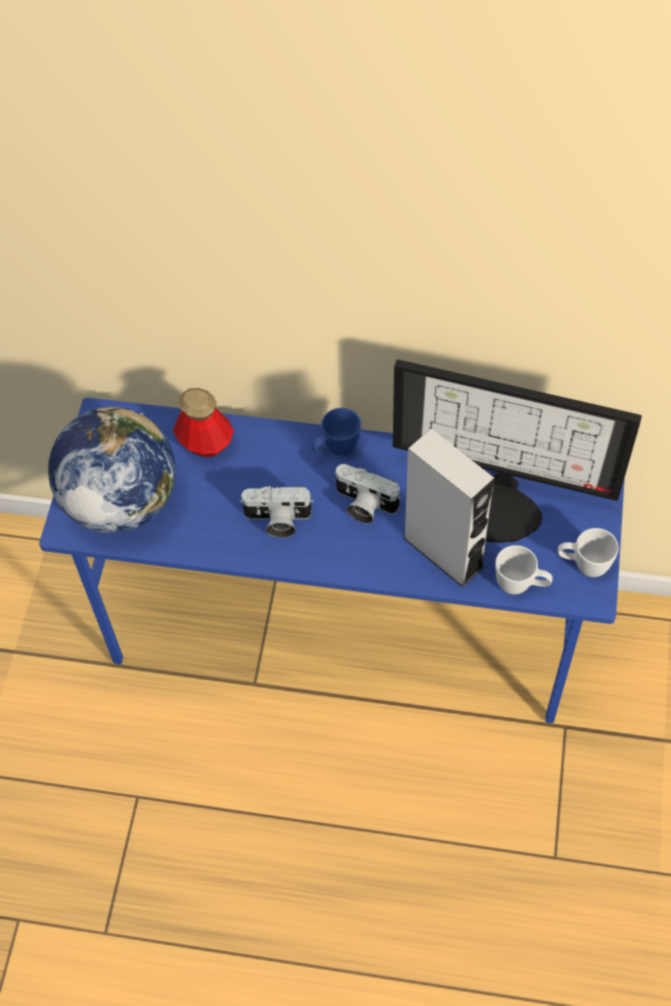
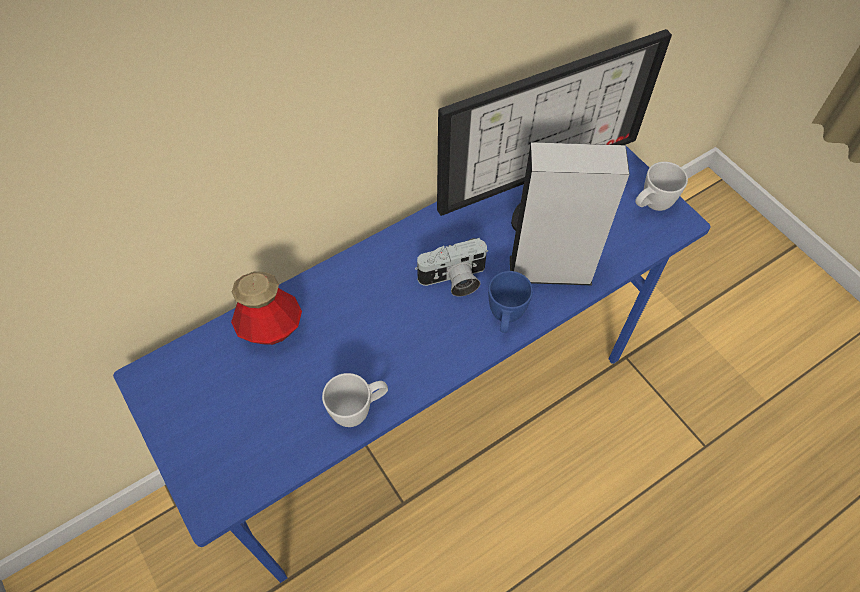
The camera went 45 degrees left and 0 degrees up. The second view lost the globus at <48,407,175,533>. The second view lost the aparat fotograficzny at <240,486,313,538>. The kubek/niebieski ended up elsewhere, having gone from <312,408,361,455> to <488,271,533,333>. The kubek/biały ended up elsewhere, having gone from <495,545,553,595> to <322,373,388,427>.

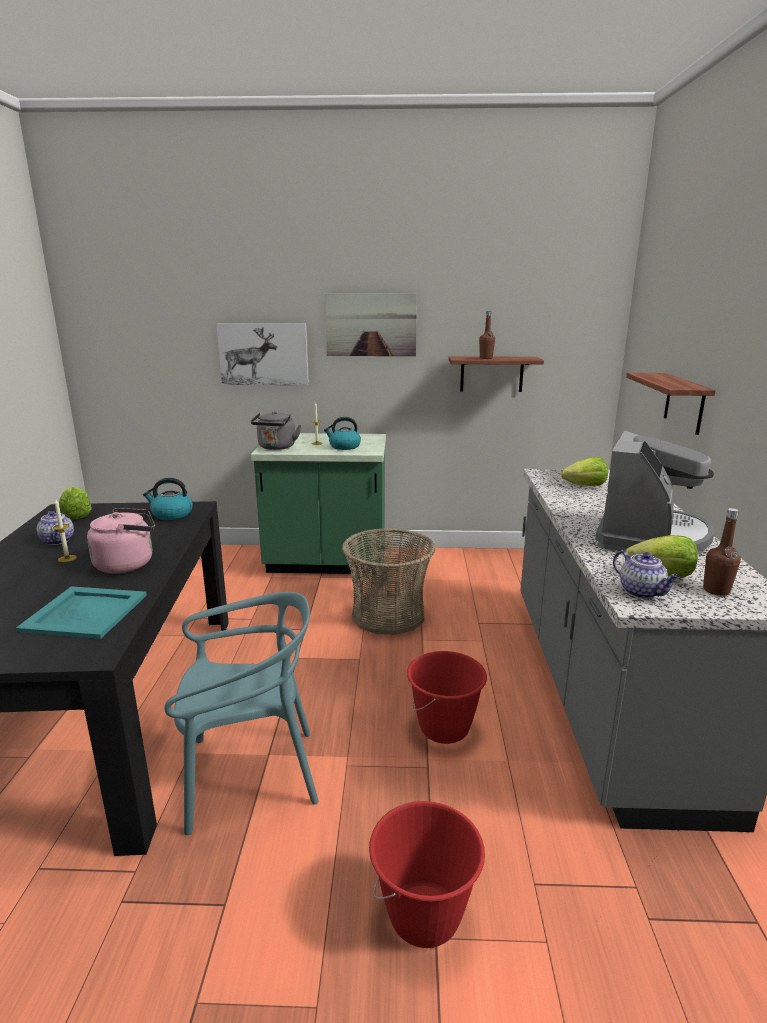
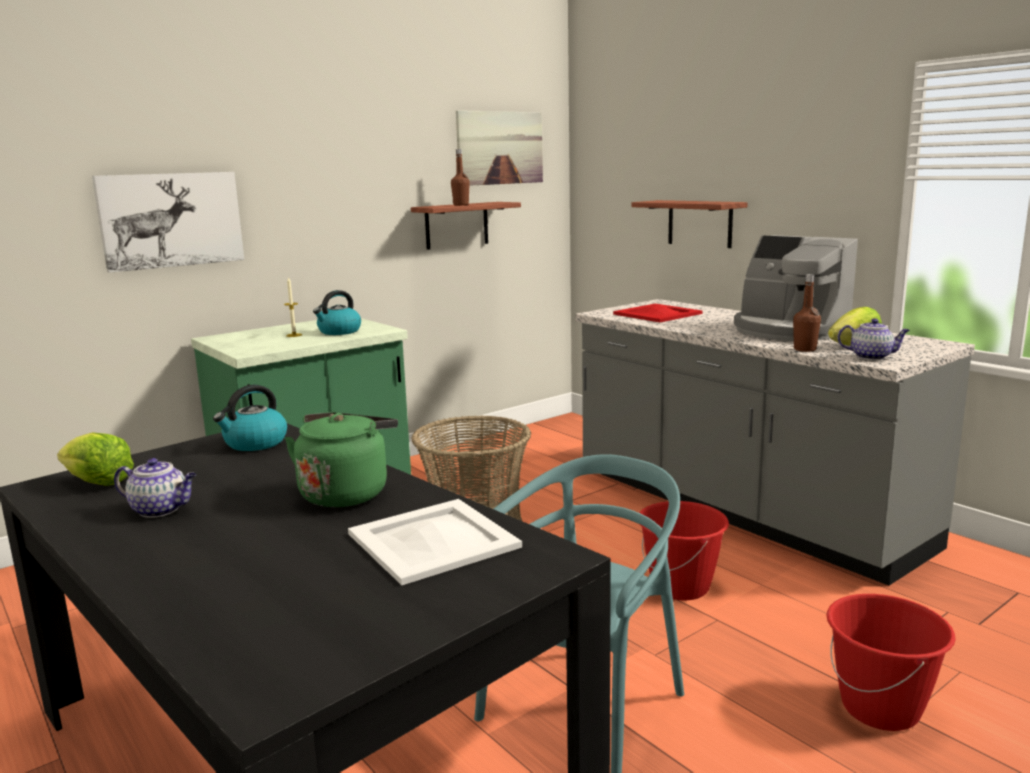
The camera went 40 degrees left and 5 degrees down. The second view lost the świeca at <53,500,77,562>. The second view lost the czajnik/szary at <251,411,301,450>. The obraz ended up elsewhere, having gone from <325,293,417,356> to <456,111,543,186>. The butelka/brązowy ended up elsewhere, having gone from <703,508,741,596> to <793,274,821,352>. Where the sałata stood at <561,457,608,486>, the taca/czerwony came to stand at <613,304,703,322>. What was the taca/turkusowy at <16,586,147,639> turned into the taca/biały at <348,499,522,585>. What was the czajnik/różowy at <87,508,155,574> turned into the czajnik/zielony at <285,412,398,507>. The ekspres do kawy at <595,430,714,554> ended up facing another way, 150 degrees clockwise from before.

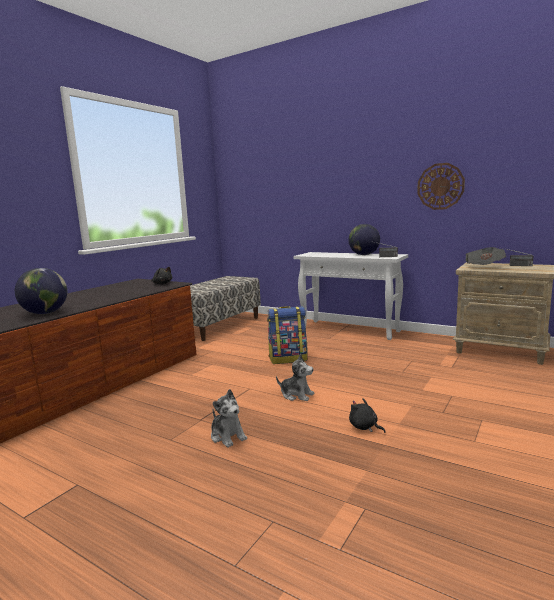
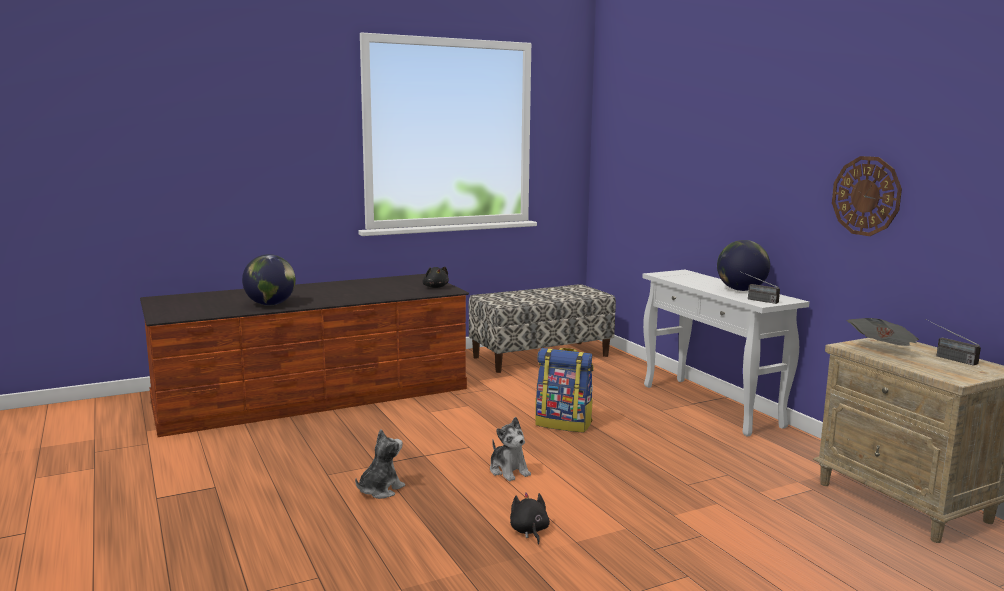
The camera went 30 degrees right and 0 degrees up. The pluszak at <211,389,247,448> ended up facing another way, 135 degrees counterclockwise from before.

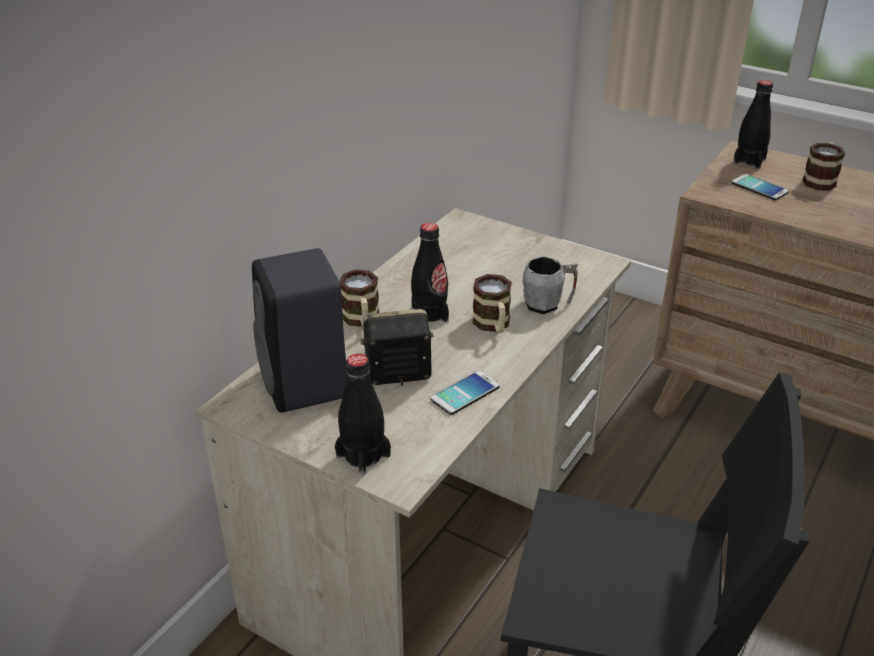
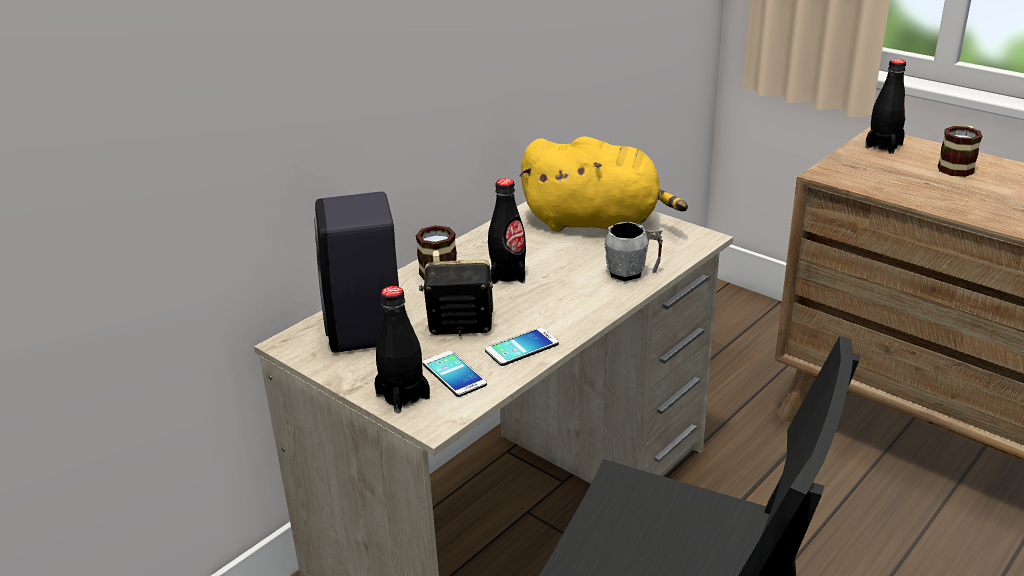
The camera went 10 degrees right and 5 degrees down. The second view lost the kubek at <472,274,512,333>. The second view gained the pluszak/żółty at <519,136,688,232>. The telefon ended up elsewhere, having gone from <731,174,789,200> to <423,350,487,397>.

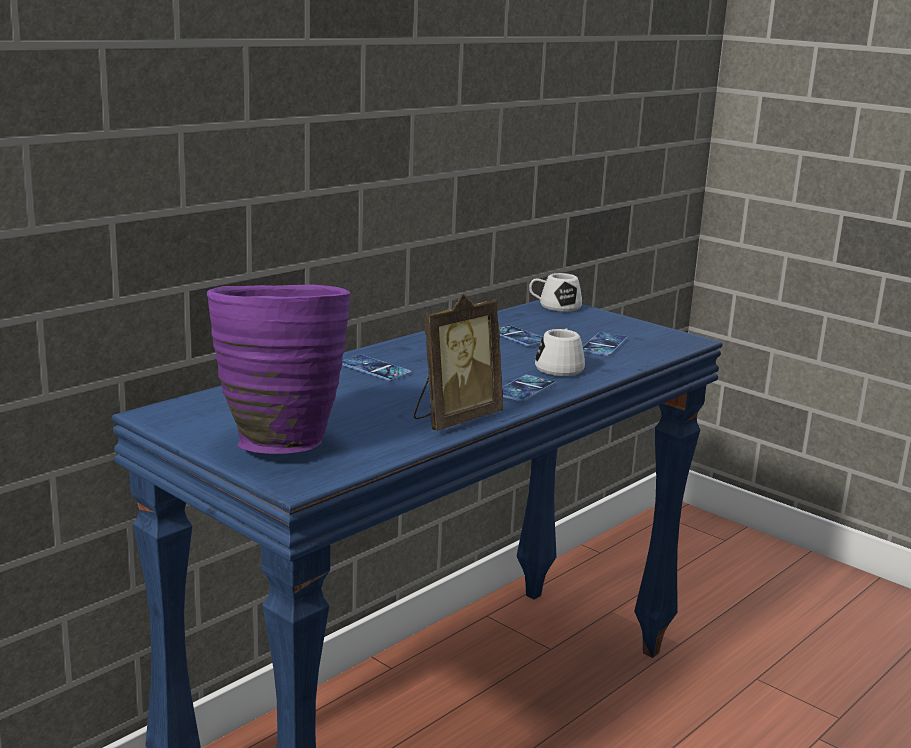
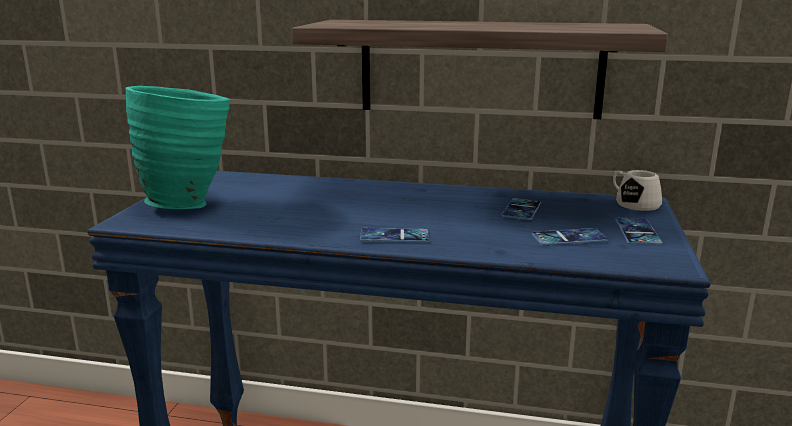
The camera went 60 degrees right and 0 degrees up. The second view lost the ramka na zdjęcie at <414,294,503,431>. The second view lost the kubek/biały at <535,328,585,376>. The second view gained the półka at <292,20,668,119>. The telefon ended up elsewhere, having gone from <342,355,412,381> to <615,218,663,245>. What was the wazon/fioletowy at <207,284,351,454> turned into the wazon/turkusowy at <126,86,230,209>.

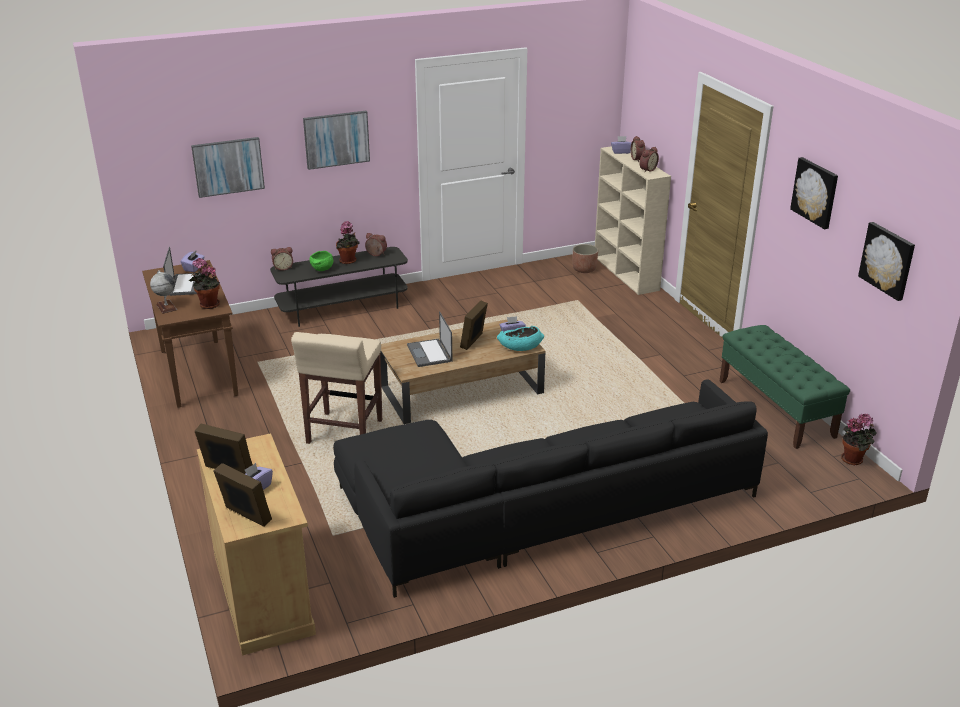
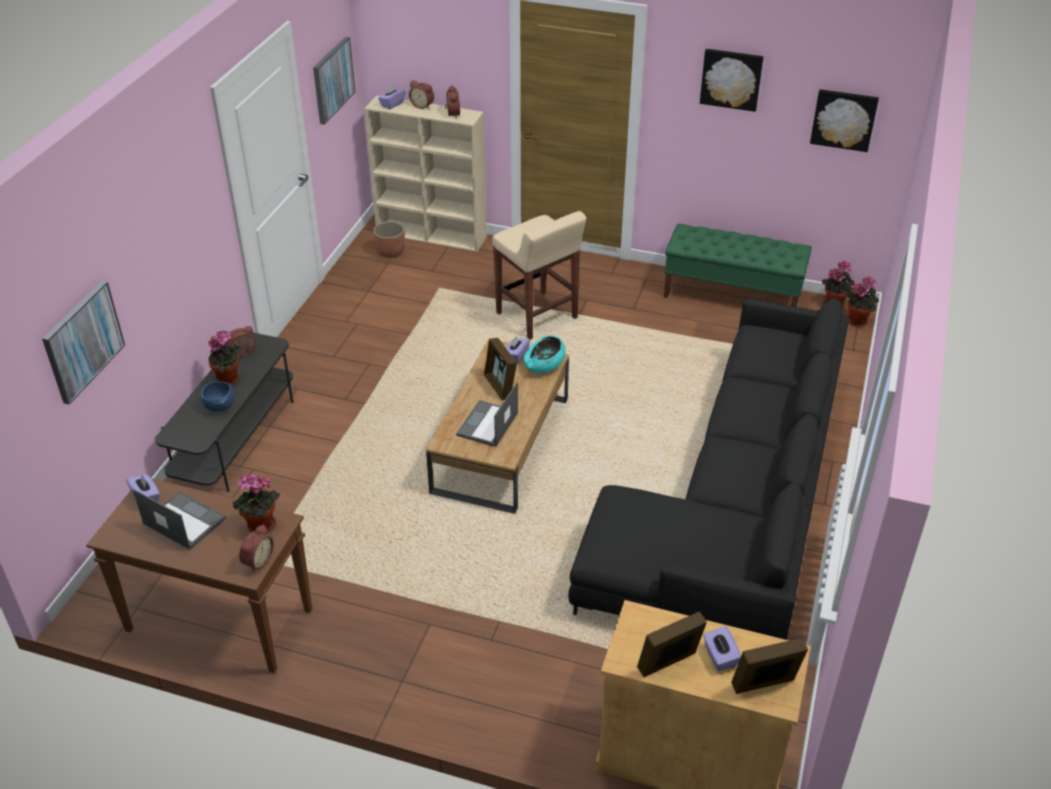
The camera went 50 degrees left and 10 degrees up. The second view lost the globus at <150,270,177,314>. The second view gained the roślina doniczkowa at <845,277,879,327>. The budzik ended up elsewhere, having gone from <271,247,293,271> to <239,524,274,572>. The stołek/beżowy ended up elsewhere, having gone from <291,332,382,444> to <492,211,586,340>. The obraz ended up elsewhere, having gone from <303,111,370,170> to <313,37,355,125>. What was the miska/zielony at <309,251,333,271> turned into the miska/niebieski at <201,381,234,412>. The laptop at <407,311,452,367> ended up facing another way, 90 degrees clockwise from before.

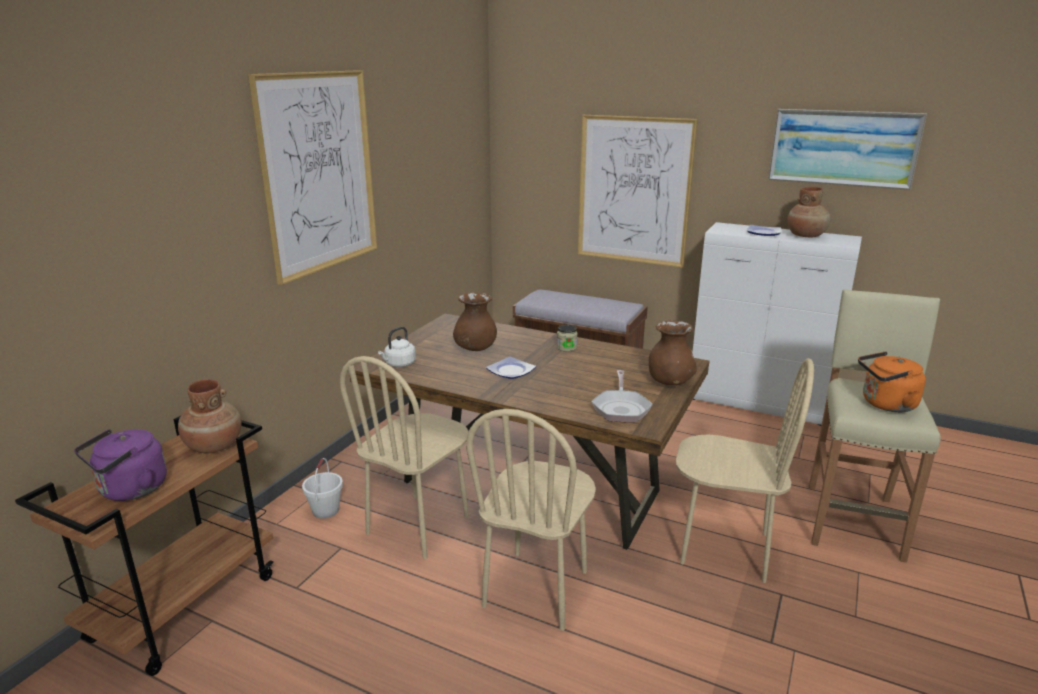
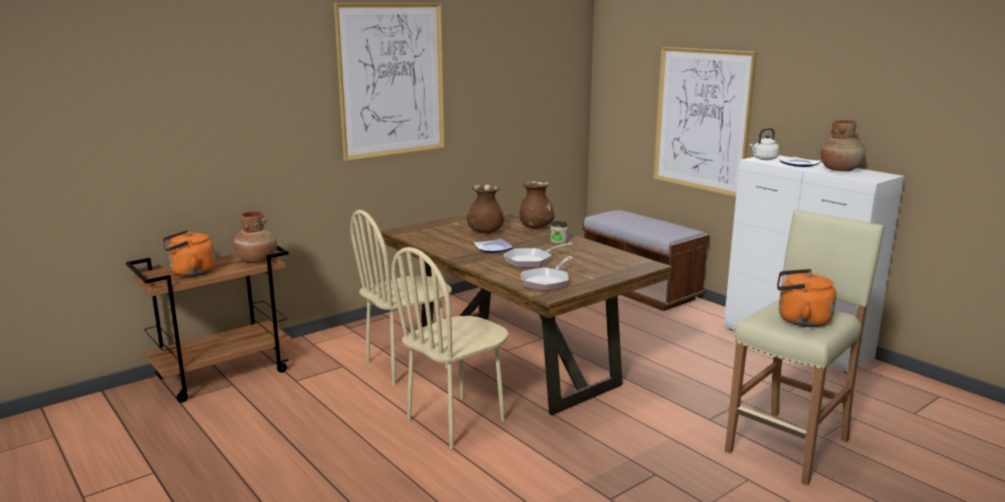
The camera went 25 degrees right and 5 degrees down. The second view lost the wiadro/biały at <302,458,343,519>. The second view lost the krzesło/beżowy at <676,358,814,583>. The second view lost the obraz at <768,109,927,190>. The second view gained the patelnia at <504,243,573,268>. The czajnik/biały ended up elsewhere, having gone from <378,327,416,367> to <750,128,779,160>. The wazon/brązowy ended up elsewhere, having gone from <649,320,697,385> to <519,181,554,229>. What was the czajnik/fioletowy at <74,429,167,501> turned into the czajnik/pomarańczowy at <163,230,216,277>.

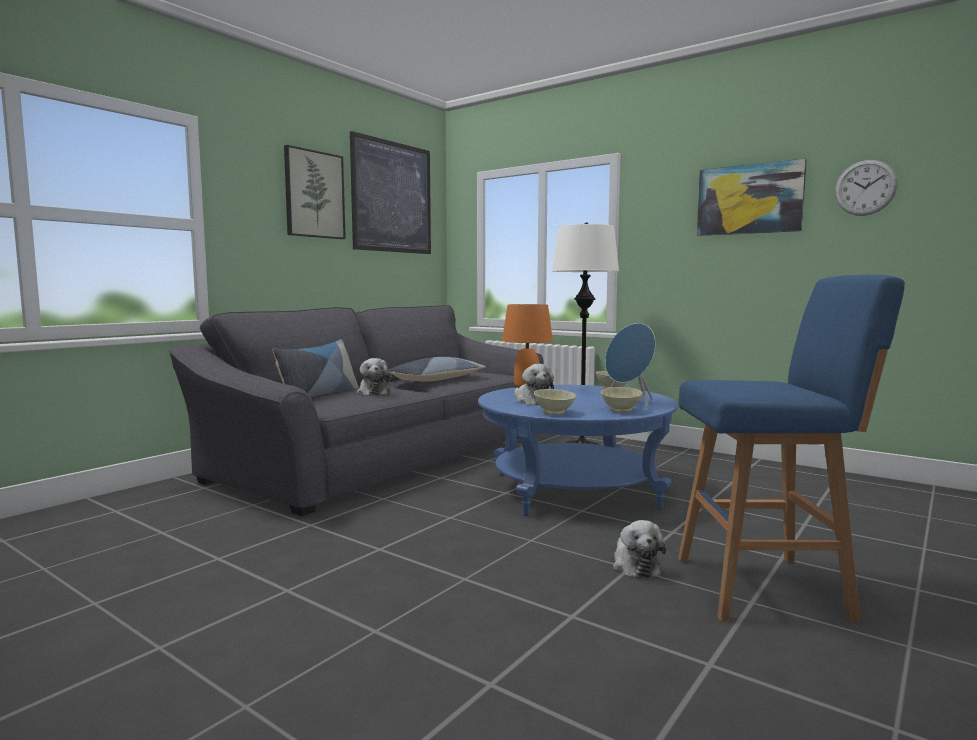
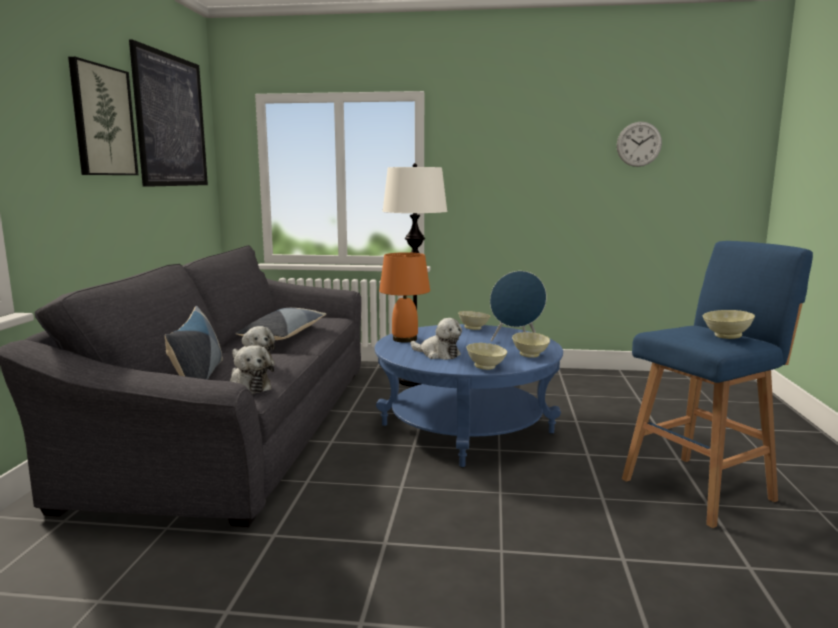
The camera went 30 degrees left and 5 degrees up. The second view lost the obraz at <697,158,807,236>. The second view gained the miska/beżowy at <703,310,755,339>. The pluszak ended up elsewhere, having gone from <613,520,666,578> to <230,345,274,394>.

